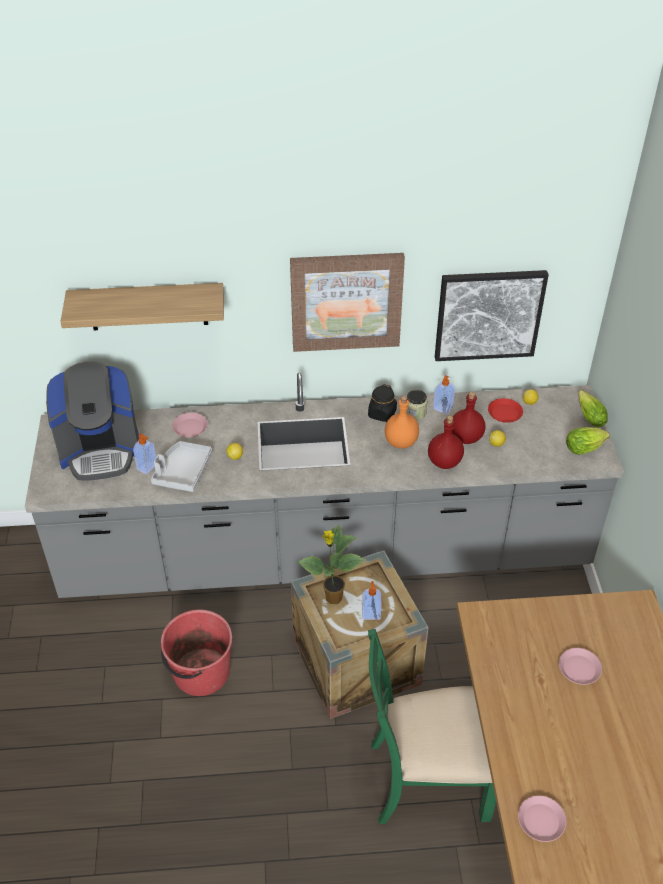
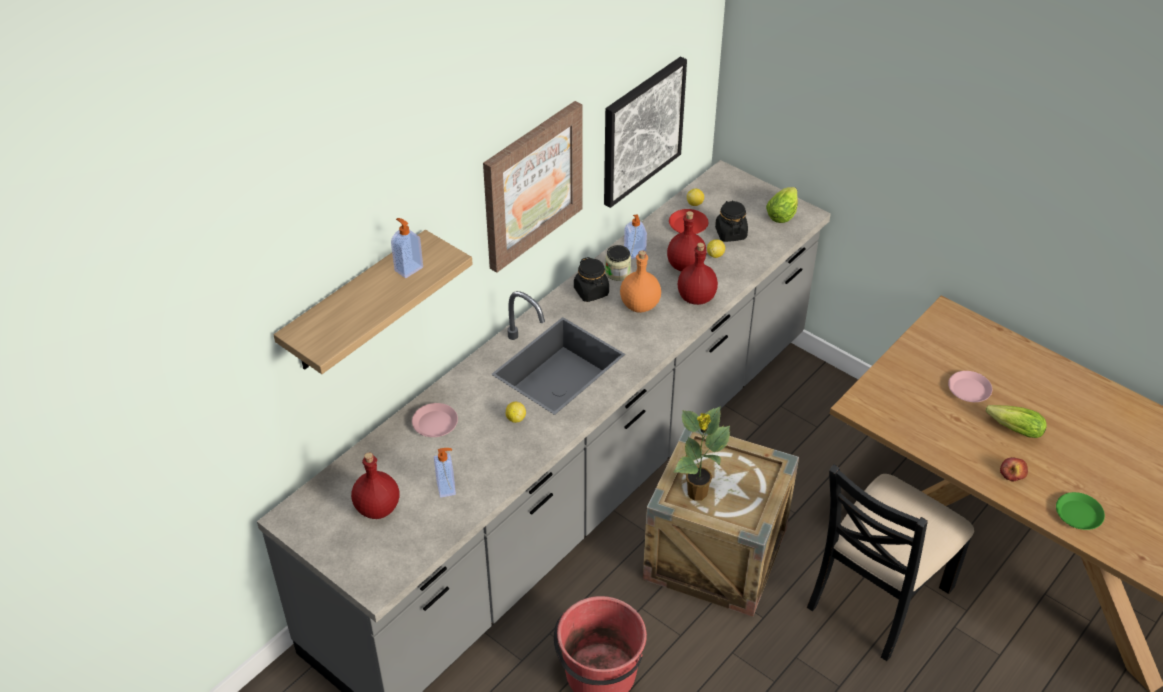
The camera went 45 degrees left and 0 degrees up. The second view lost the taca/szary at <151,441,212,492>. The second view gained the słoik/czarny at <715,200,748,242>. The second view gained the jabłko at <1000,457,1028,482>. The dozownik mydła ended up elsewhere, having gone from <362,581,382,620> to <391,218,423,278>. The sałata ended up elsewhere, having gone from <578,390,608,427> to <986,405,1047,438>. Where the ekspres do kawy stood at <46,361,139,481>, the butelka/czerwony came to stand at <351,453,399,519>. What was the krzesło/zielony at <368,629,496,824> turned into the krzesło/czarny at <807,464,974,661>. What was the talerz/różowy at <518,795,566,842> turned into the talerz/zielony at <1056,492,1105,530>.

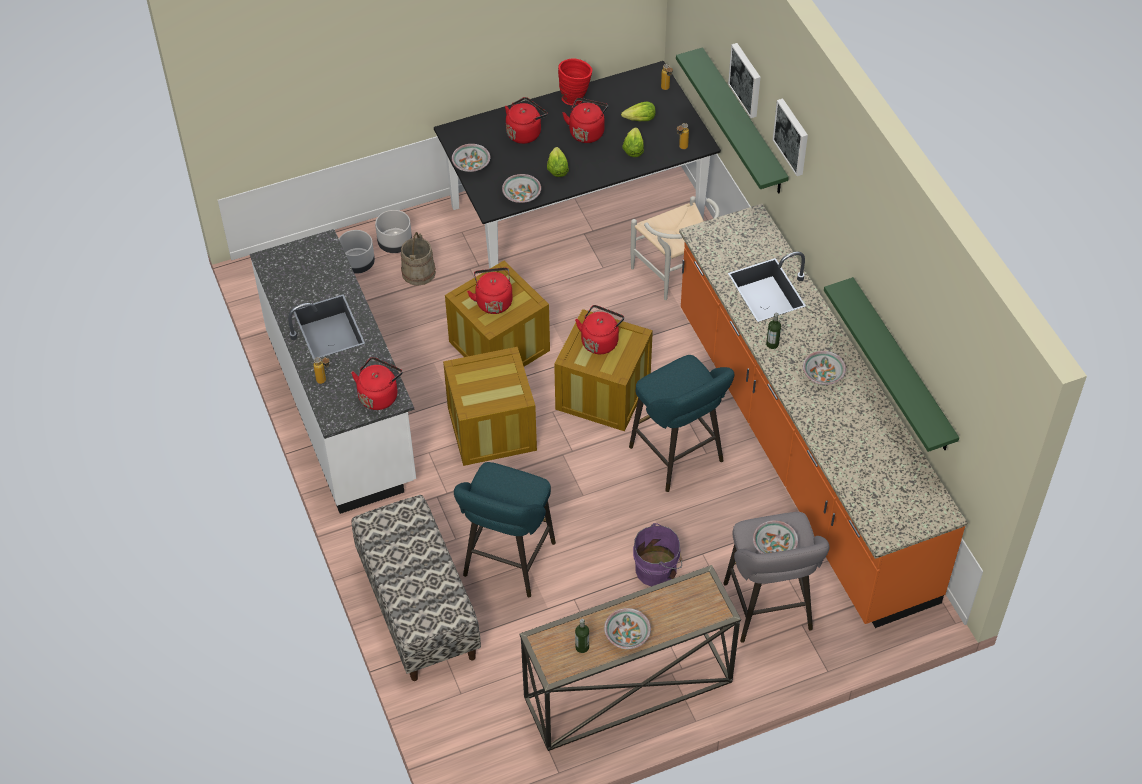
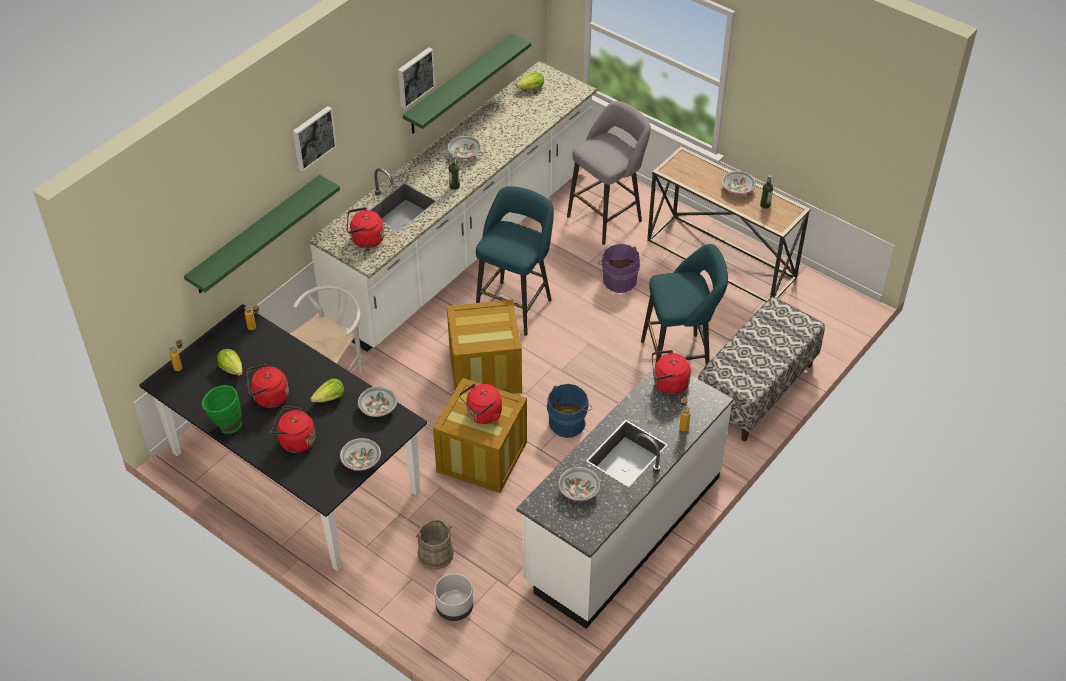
The camera went 120 degrees left and 5 degrees down. The second view lost the donica/szary at <375,210,412,253>. The czajnik/czerwony ended up elsewhere, having gone from <575,305,624,354> to <347,207,384,248>. The sałata ended up elsewhere, having gone from <622,127,644,157> to <516,72,544,90>. The obraz ended up elsewhere, having gone from <728,43,761,118> to <398,47,435,109>. The miska ended up elsewhere, having gone from <753,520,798,554> to <558,467,600,501>. Where the skrzynka stood at <443,347,537,466>, the wiadro/niebieski came to stand at <547,384,593,438>. What was the wazon/czerwony at <558,59,592,105> turned into the wazon/zielony at <201,385,242,434>. What was the zabudowa kuchenna/pomarańczowy at <679,204,967,628> turned into the zabudowa kuchenna/biały at <309,61,597,352>.

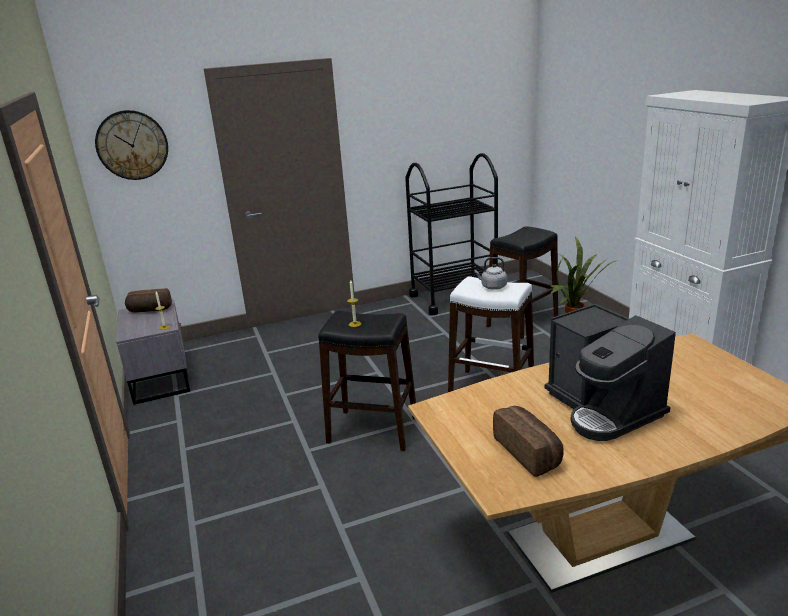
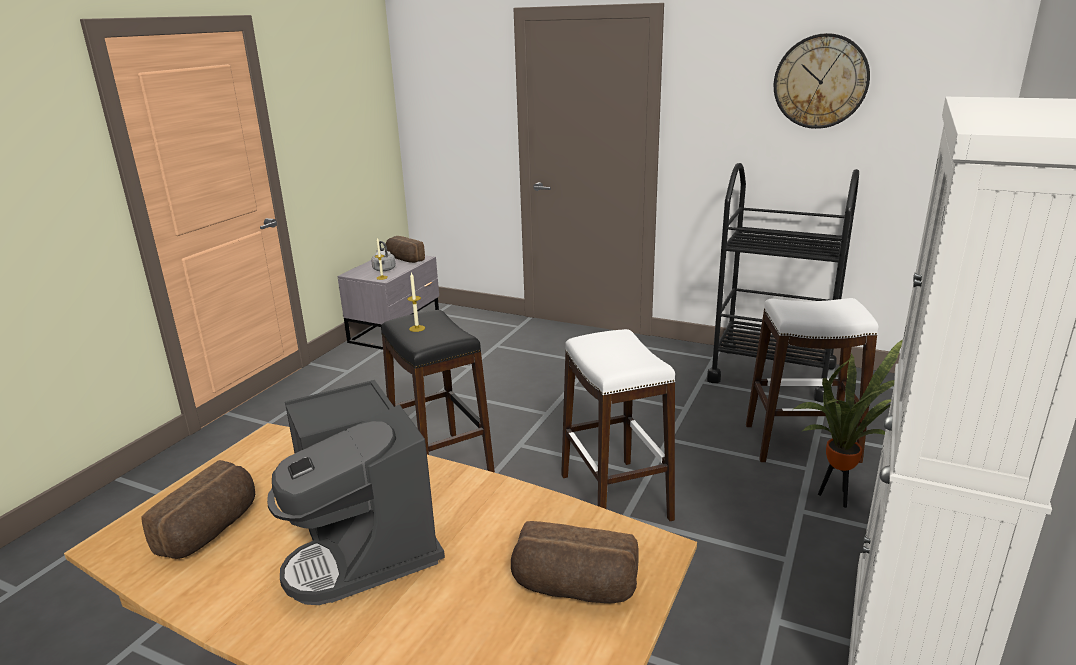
The camera went 45 degrees right and 0 degrees up. The second view gained the chleb at <511,521,638,603>. The zegar ścienny ended up elsewhere, having gone from <95,110,168,180> to <774,33,870,129>. The czajnik/szary ended up elsewhere, having gone from <474,257,507,290> to <371,241,396,271>. What was the stołek/czarny at <486,226,558,339> turned into the stołek/biały at <746,298,879,463>. The ekspres do kawy at <545,304,676,441> ended up facing another way, 45 degrees counterclockwise from before.

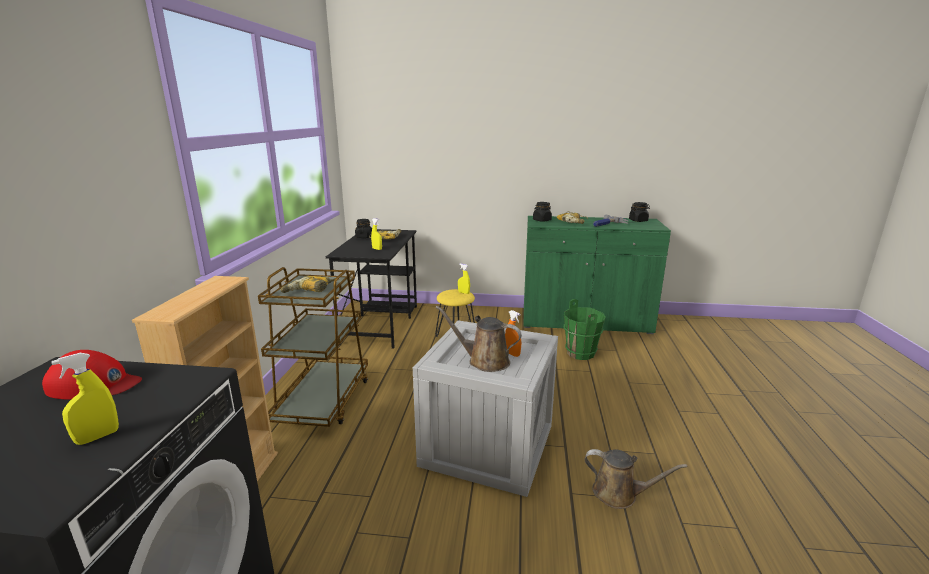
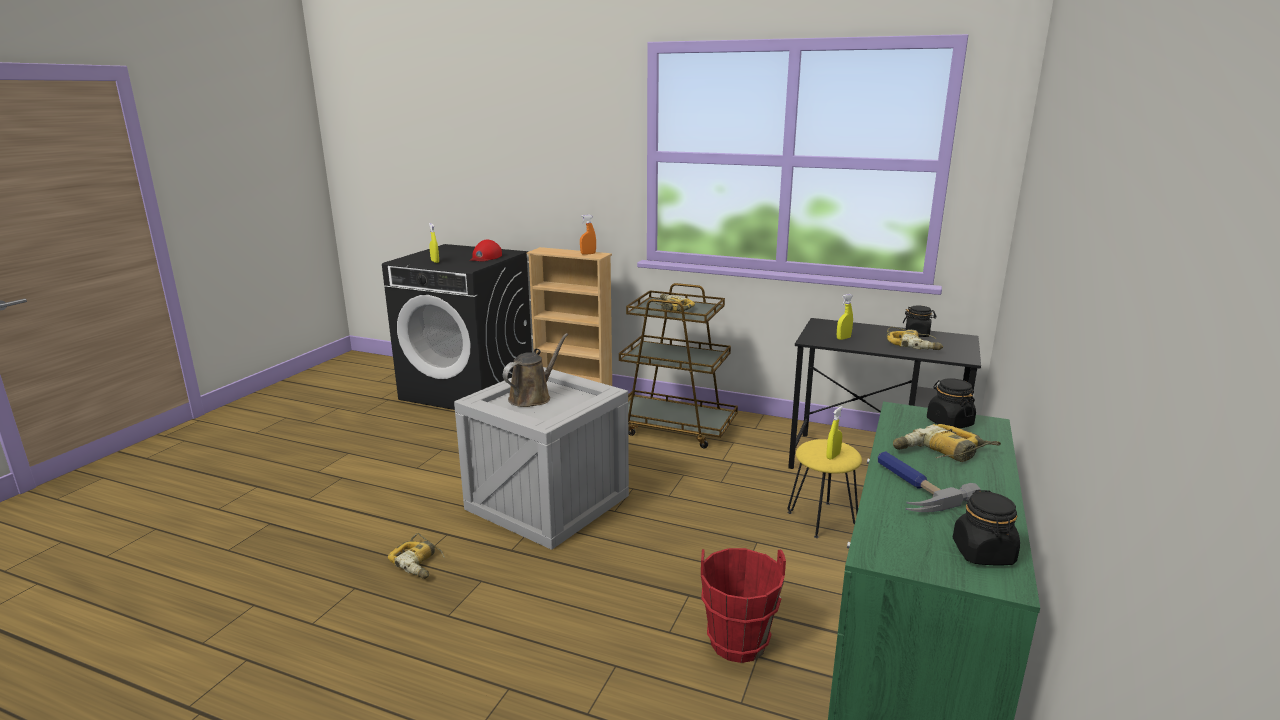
The camera went 105 degrees right and 0 degrees up. The spryskiwacz/pomarańczowy ended up elsewhere, having gone from <505,310,521,357> to <580,215,596,255>. Where the konewka/brązowy stood at <584,449,687,509>, the wiertarka came to stand at <388,533,445,579>. What was the wiadro/zielony at <564,299,606,360> turned into the wiadro/czerwony at <701,548,786,663>.

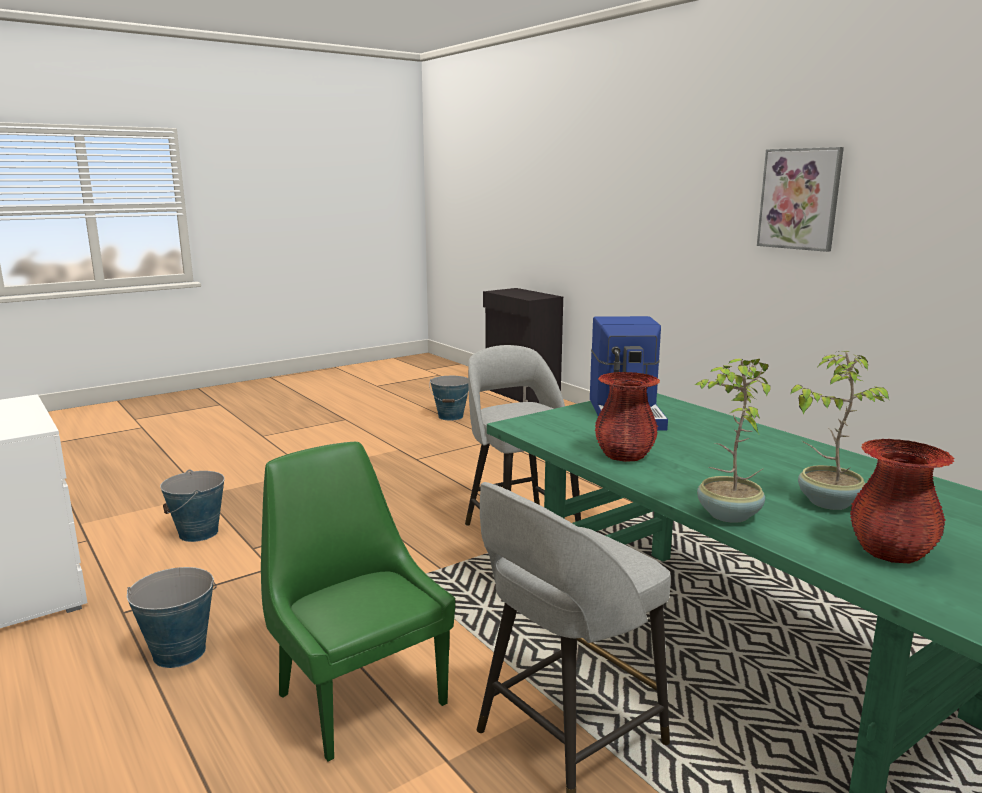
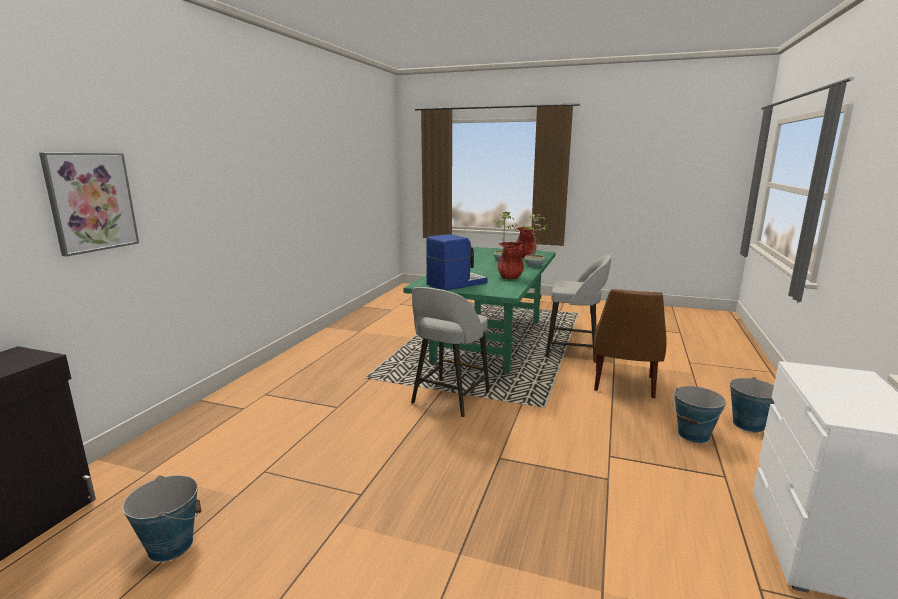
The camera went 125 degrees left and 0 degrees up. The wiadro ended up elsewhere, having gone from <160,470,225,542> to <730,377,774,432>. The obraz ended up elsewhere, having gone from <757,147,844,252> to <39,153,139,256>. What was the krzesło/zielony at <261,442,455,761> turned into the krzesło/brązowy at <594,289,667,398>.

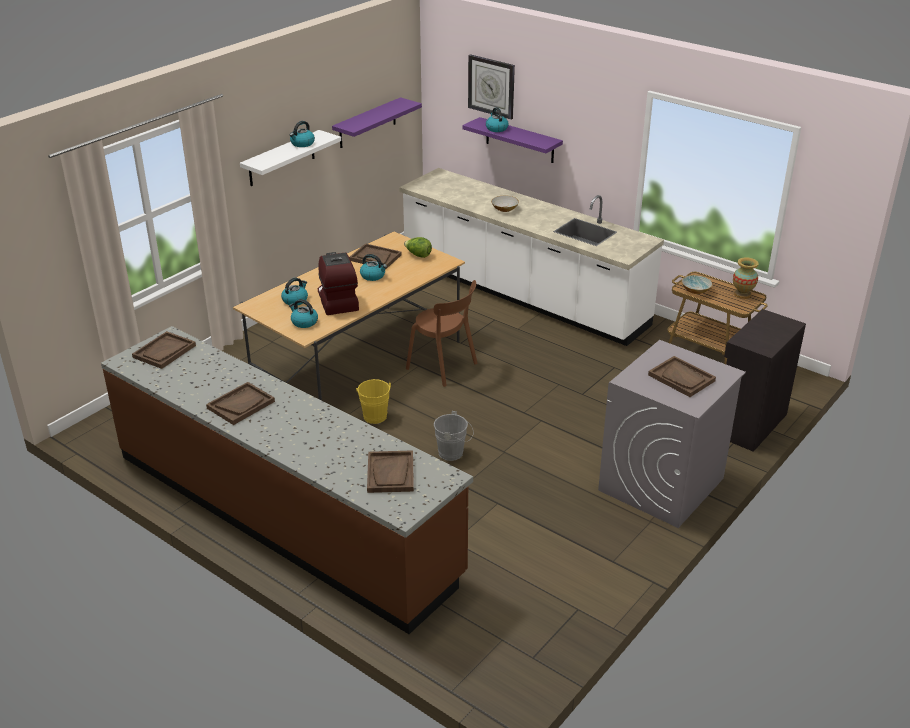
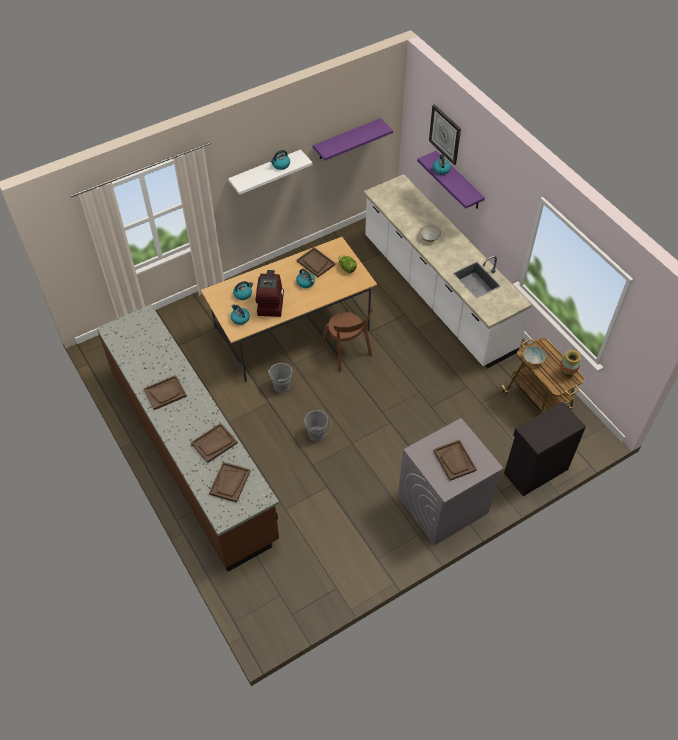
The camera went 20 degrees right and 20 degrees up. The taca/brązowy ended up elsewhere, having gone from <132,331,196,369> to <191,423,238,463>. What was the wiadro/żółty at <356,379,391,424> turned into the wiadro/szary at <268,363,293,393>.

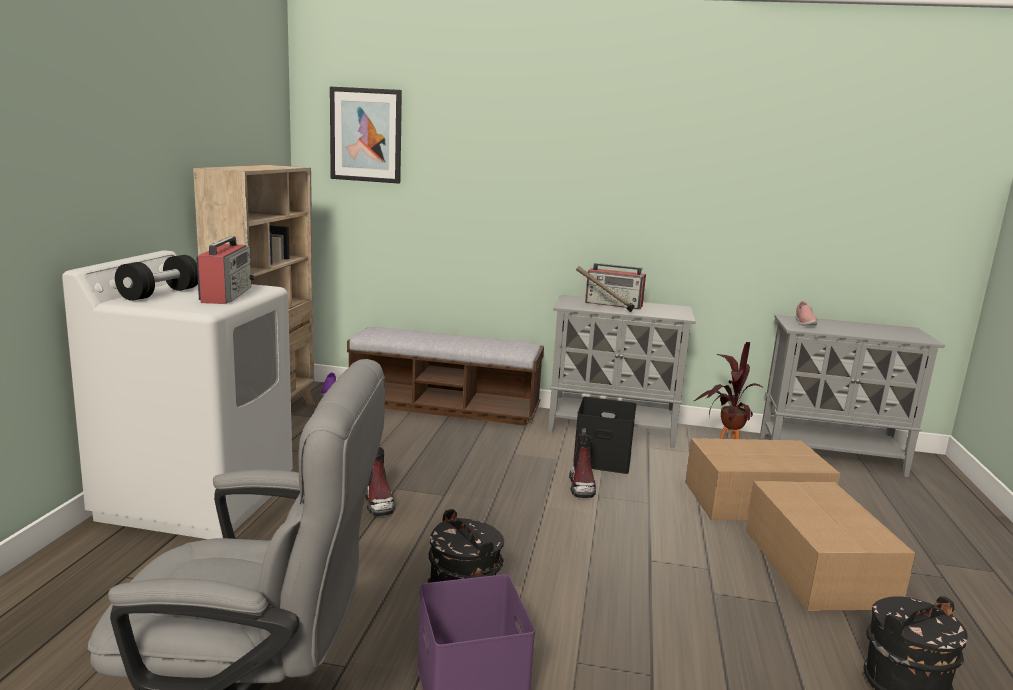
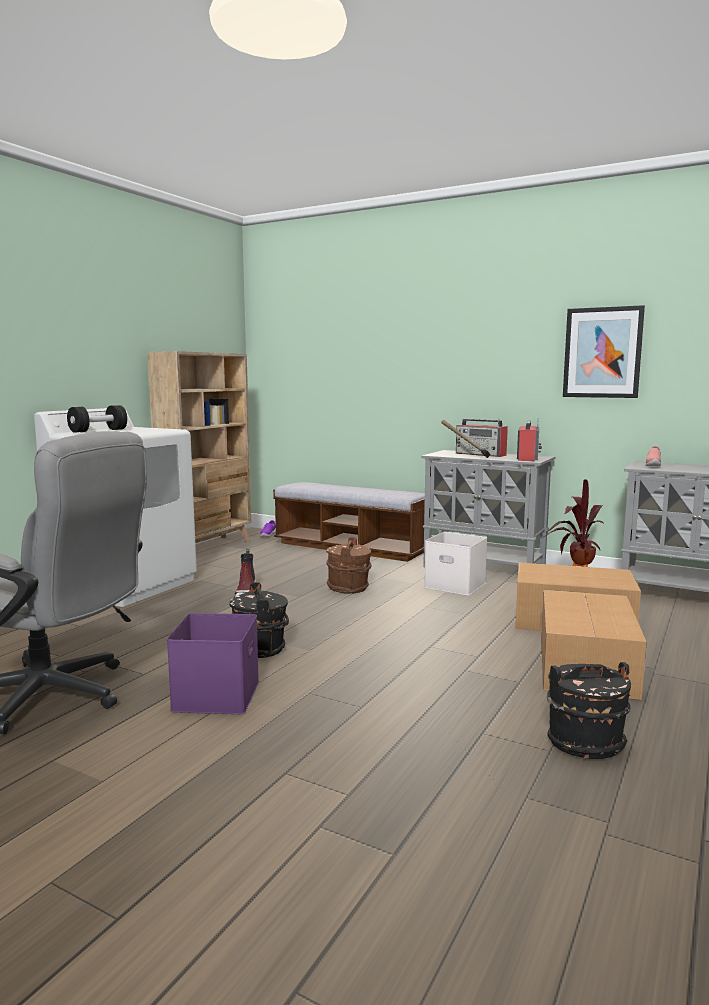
The camera went 20 degrees right and 5 degrees down. The second view lost the but z cholewką at <569,429,596,498>. The second view gained the wiadro/brązowy at <326,537,371,594>. The radio ended up elsewhere, having gone from <196,233,255,304> to <517,418,542,461>. The obraz ended up elsewhere, having gone from <330,87,402,184> to <563,305,645,398>. What was the pojemnik do przechowywania/czarny at <574,396,637,474> turned into the pojemnik do przechowywania/biały at <424,532,487,596>.

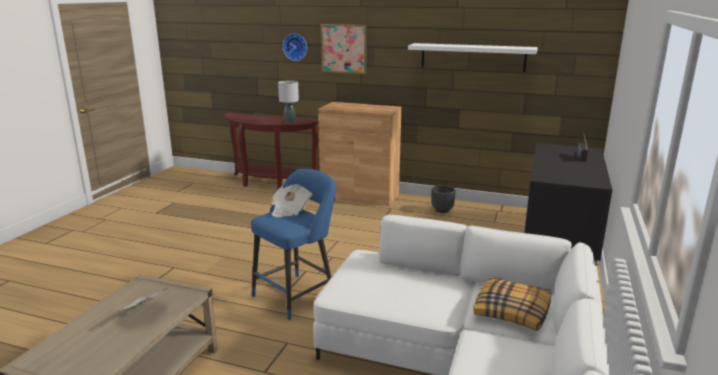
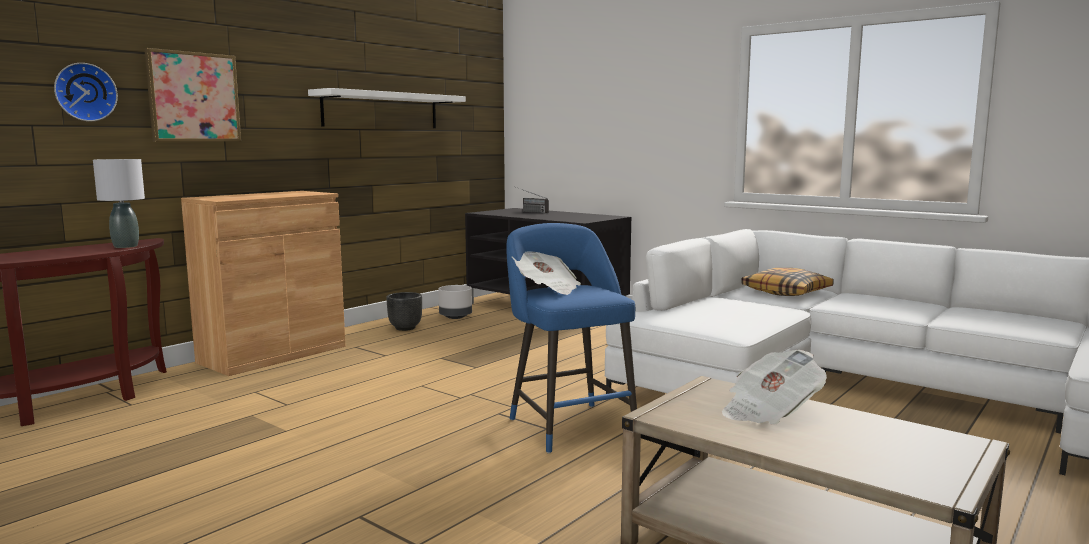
The camera went 70 degrees left and 10 degrees down. The second view gained the donica/szary at <438,285,472,319>.

